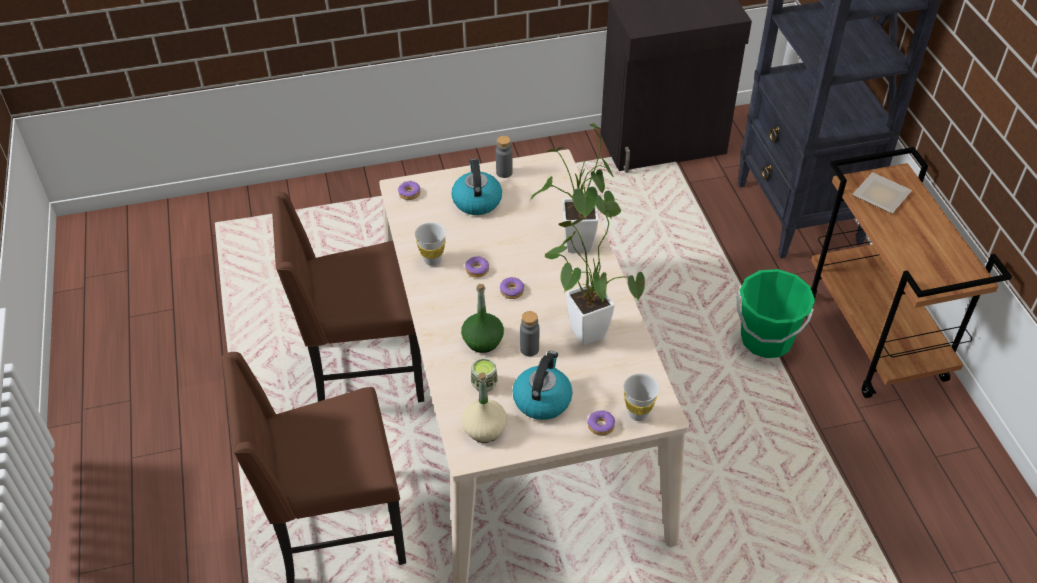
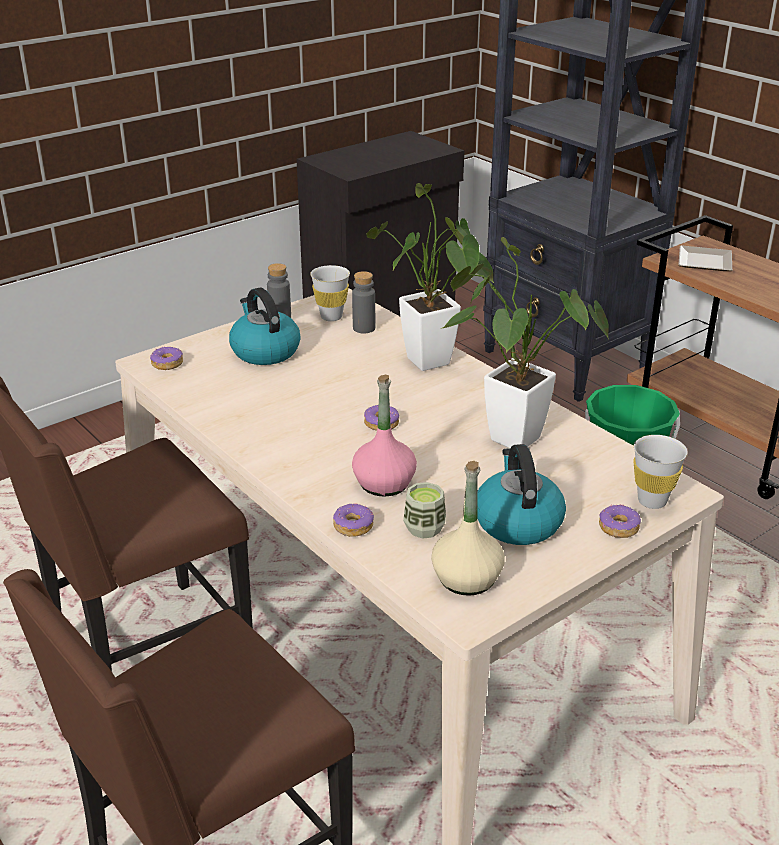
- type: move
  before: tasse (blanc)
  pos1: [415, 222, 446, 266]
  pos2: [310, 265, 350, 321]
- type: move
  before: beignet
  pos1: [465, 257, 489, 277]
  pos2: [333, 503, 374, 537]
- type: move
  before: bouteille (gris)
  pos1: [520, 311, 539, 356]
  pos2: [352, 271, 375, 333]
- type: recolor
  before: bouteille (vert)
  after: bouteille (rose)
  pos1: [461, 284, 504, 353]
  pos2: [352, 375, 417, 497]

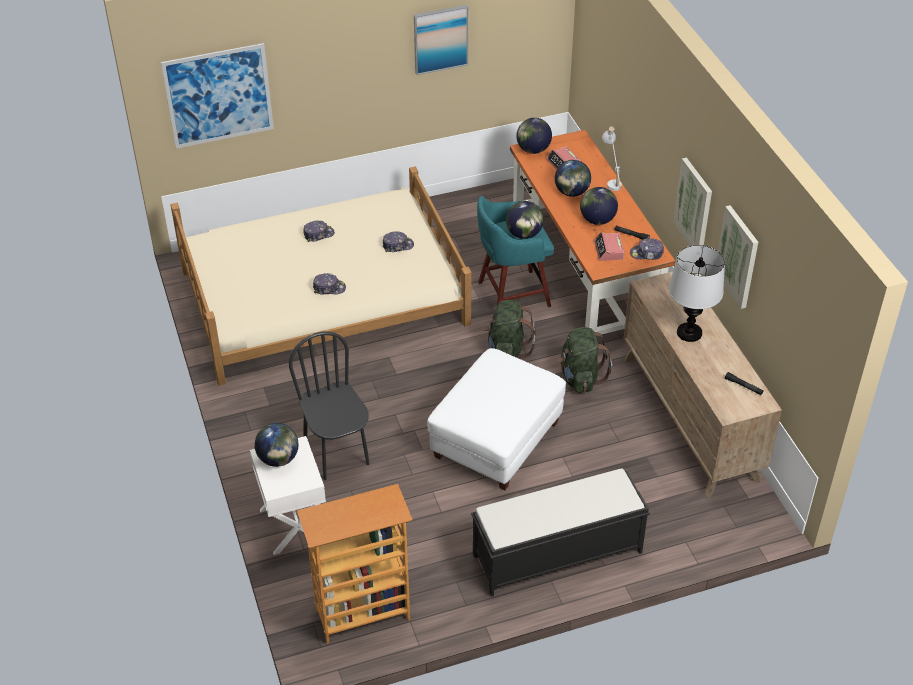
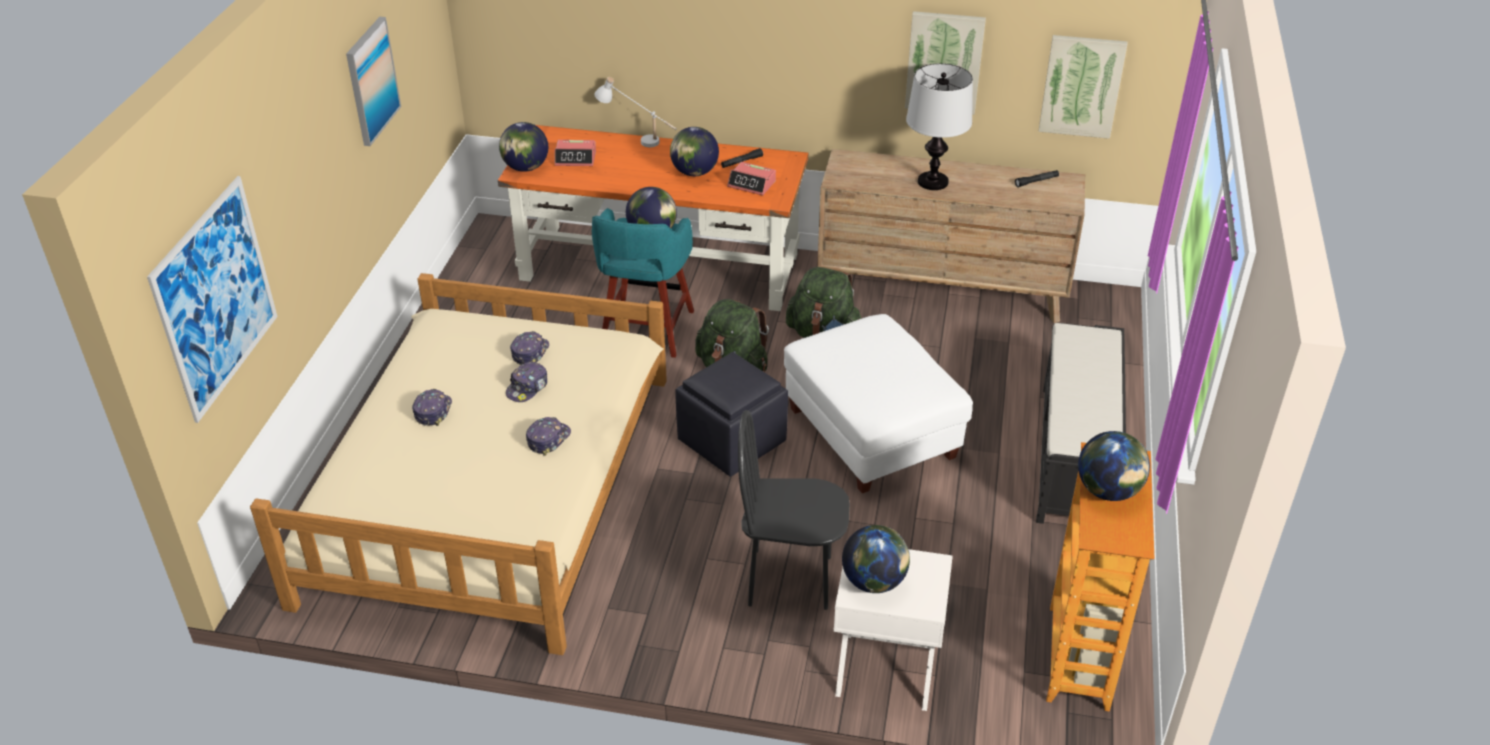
- type: move
  before: casquette
  pos1: [630, 238, 664, 260]
  pos2: [506, 362, 547, 402]
- type: insert
  after: pouf (noir)
  pos2: [675, 352, 788, 476]
- type: move
  before: tableau
  pos1: [673, 157, 712, 246]
  pos2: [1039, 35, 1127, 139]
- type: move
  before: globe
  pos1: [555, 160, 591, 197]
  pos2: [1078, 431, 1150, 501]

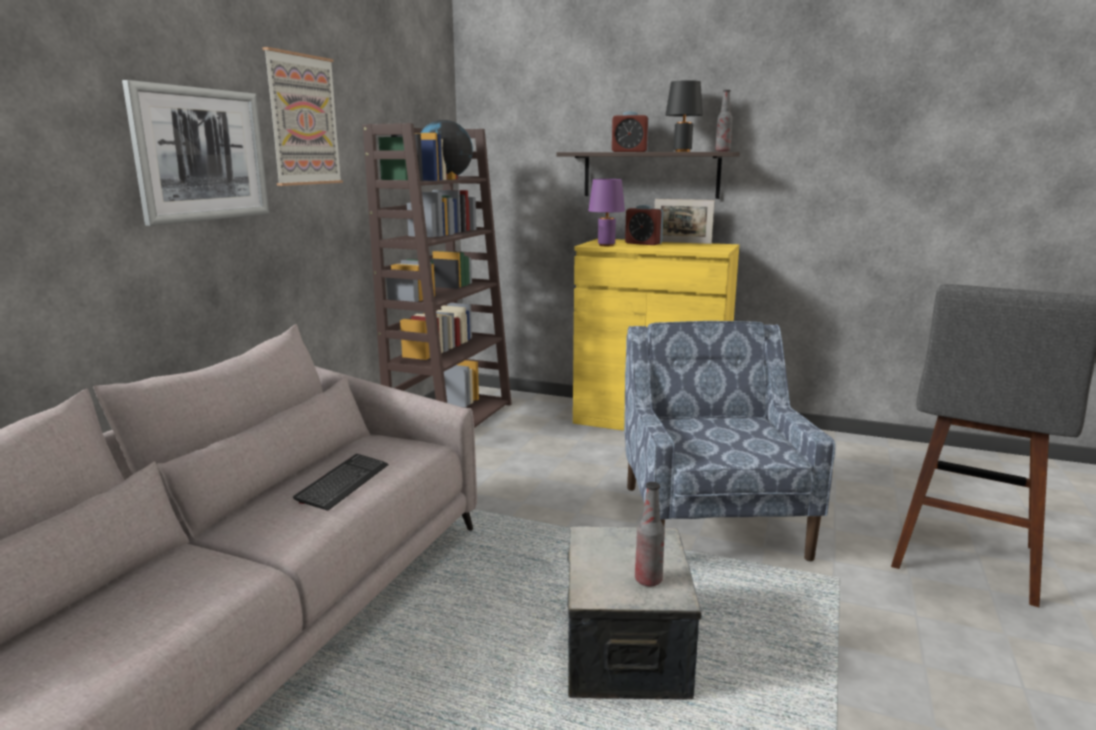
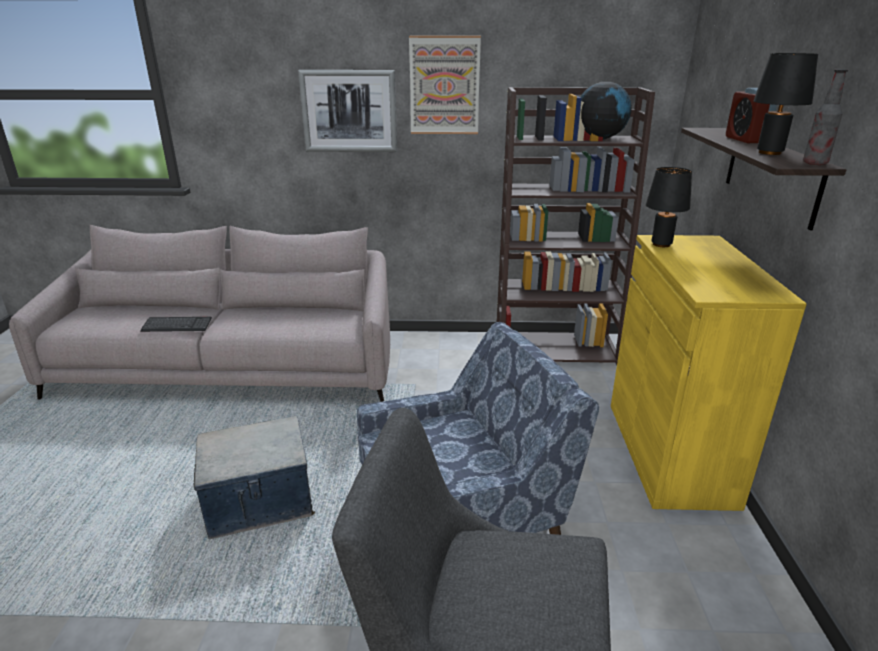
- type: move
  before: clavier
  pos1: [293, 454, 389, 511]
  pos2: [140, 317, 212, 332]
- type: recolor
  before: lampe de table (violet)
  after: lampe de table (noir)
  pos1: [588, 179, 625, 246]
  pos2: [646, 167, 692, 247]
- type: delete
  before: réveil
  pos1: [625, 205, 664, 245]
- type: delete
  before: bouteille
  pos1: [635, 482, 665, 586]
- type: delete
  before: cadre photo
  pos1: [655, 199, 715, 244]

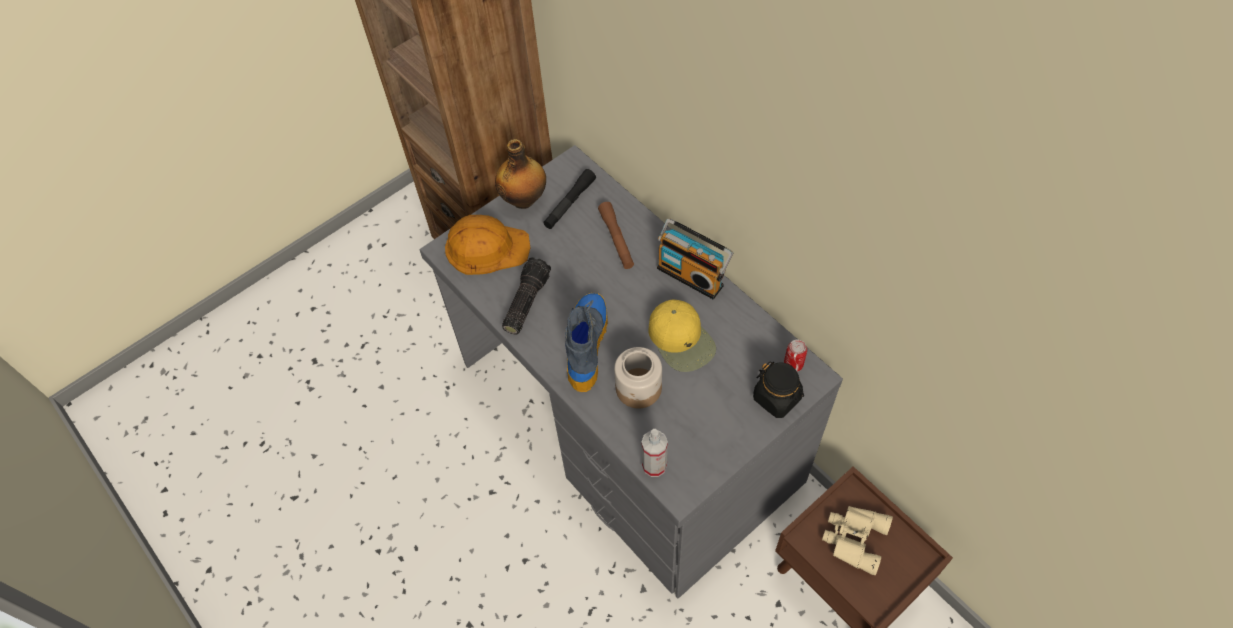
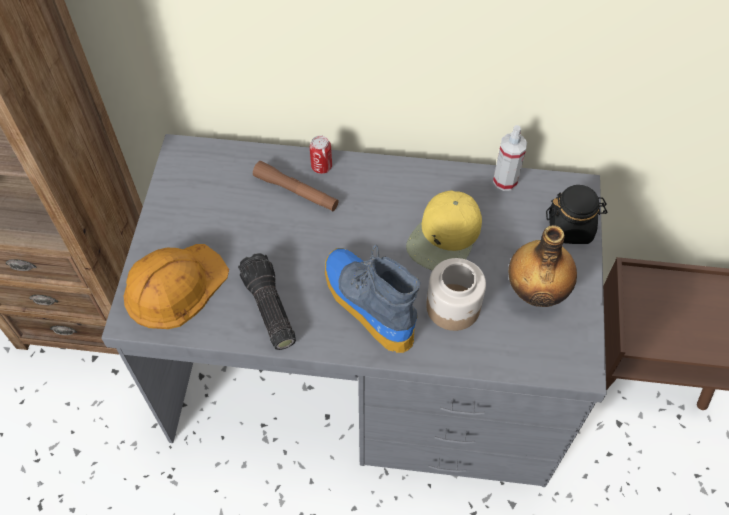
- type: move
  before: boîte métallique
  pos1: [784, 339, 807, 372]
  pos2: [310, 135, 332, 174]
- type: rotate
  before: casquette (jaune)
  pos1: [648, 300, 716, 372]
  pos2: [406, 190, 482, 271]
  turn: 105
- type: move
  before: vaporisateur
  pos1: [642, 429, 668, 477]
  pos2: [493, 125, 527, 191]
- type: move
  before: bouteille
  pos1: [495, 139, 546, 209]
  pos2: [508, 225, 577, 307]
- type: delete
  before: lampe de poche (noir)
  pos1: [543, 169, 596, 229]
- type: delete
  before: radio
  pos1: [657, 219, 733, 299]
- type: delete
  before: jumelles (beige)
  pos1: [822, 506, 893, 575]

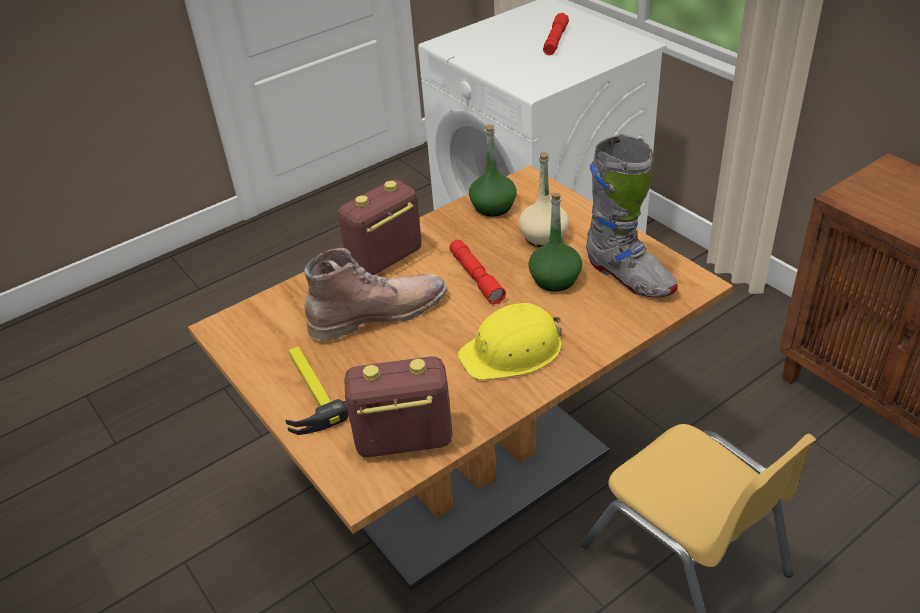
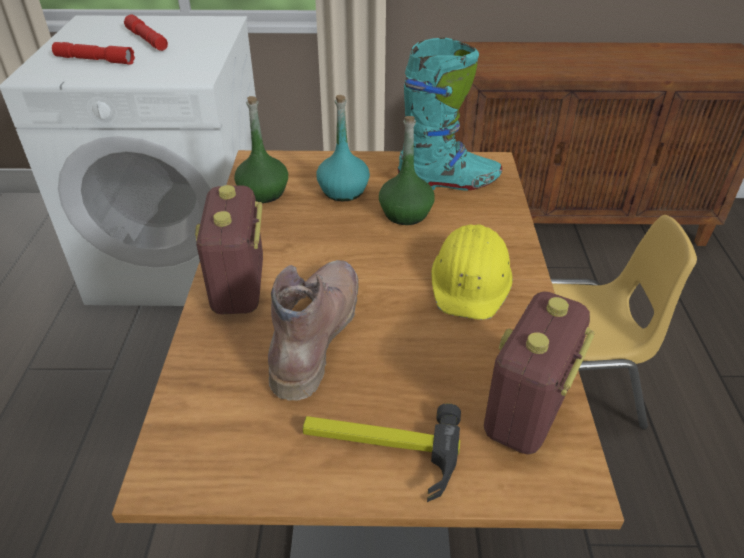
- type: move
  before: lampe de poche (rouge)
  pos1: [449, 239, 506, 305]
  pos2: [52, 42, 135, 65]
- type: recolor
  before: bouteille (beige)
  after: bouteille (turquoise)
  pos1: [519, 152, 569, 247]
  pos2: [316, 95, 370, 201]
- type: recolor
  before: botte (gris)
  after: botte (turquoise)
  pos1: [586, 134, 678, 297]
  pos2: [398, 38, 502, 191]

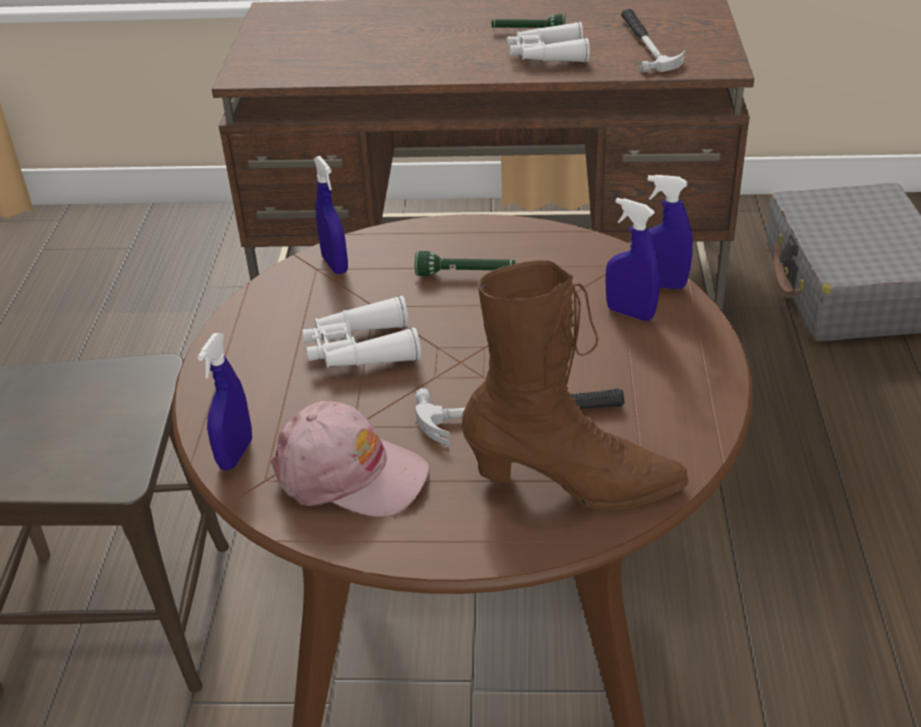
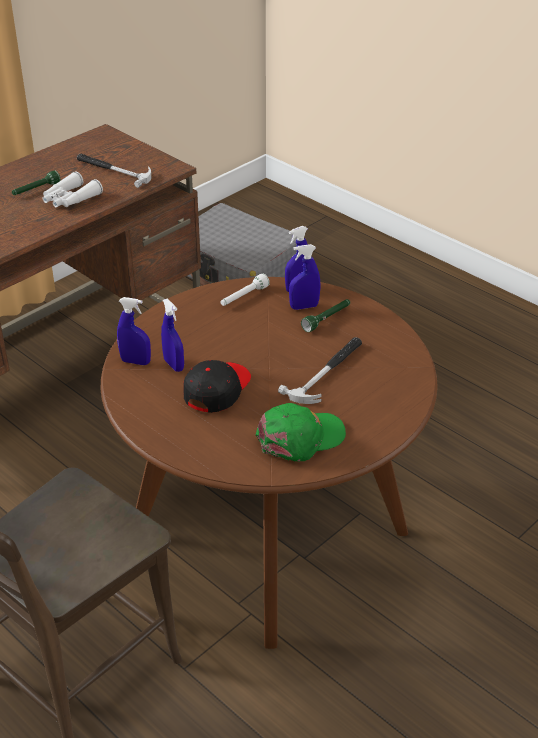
- type: move
  before: vaporisateur (bleu)
  pos1: [197, 333, 252, 470]
  pos2: [161, 298, 184, 372]
- type: replace
  before: jumelles (blanc)
  after: casquette (noir)
  pos1: [302, 296, 421, 368]
  pos2: [183, 360, 251, 413]
- type: insert
  after: lampe de poche (blanc)
  pos2: [221, 274, 270, 306]
- type: recolor
  before: casquette (rose)
  after: casquette (vert)
  pos1: [270, 401, 429, 517]
  pos2: [256, 403, 346, 462]
- type: move
  before: lampe de poche (vert)
  pos1: [415, 251, 516, 276]
  pos2: [301, 299, 350, 332]
- type: delete
  before: botte (marron)
  pos1: [462, 260, 689, 510]

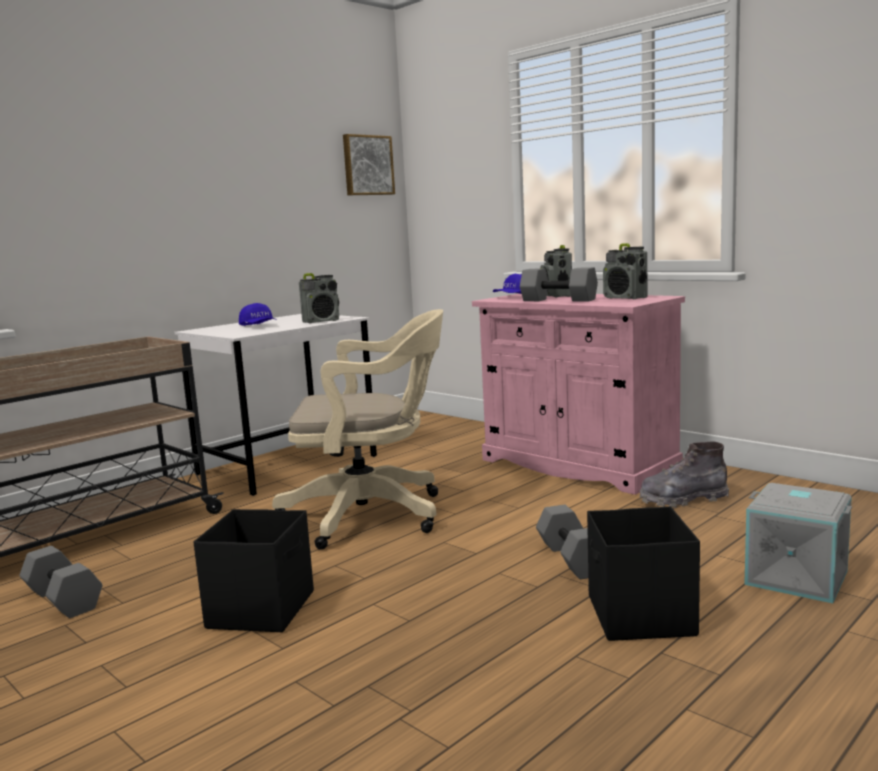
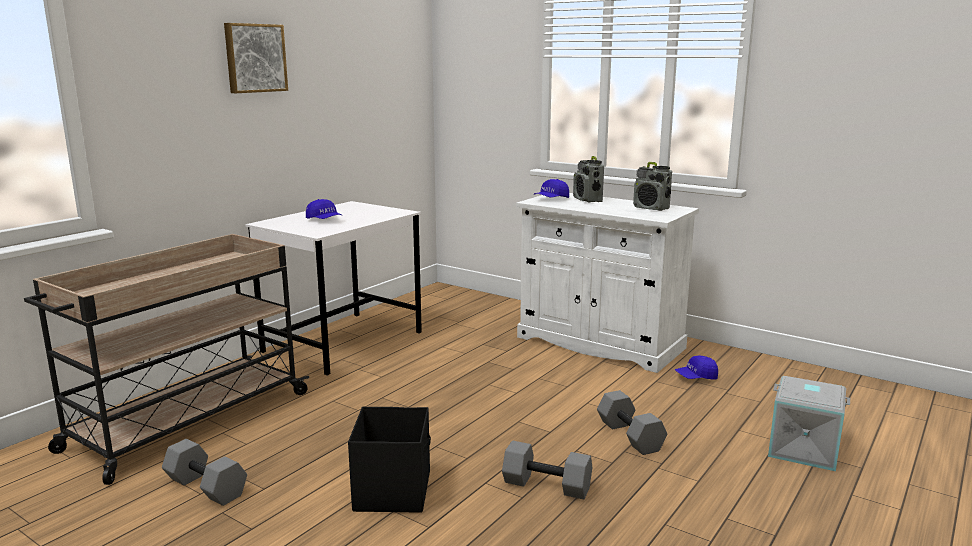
- type: move
  before: tableau
  pos1: [343, 134, 395, 195]
  pos2: [224, 23, 288, 93]
- type: move
  before: haltère (gris)
  pos1: [520, 267, 598, 301]
  pos2: [502, 441, 592, 499]
- type: recolor
  before: meuble de rangement (rose)
  after: meuble de rangement (blanc)
  pos1: [472, 294, 685, 495]
  pos2: [516, 193, 699, 373]
- type: replace
  before: botte (gris)
  after: casquette (bleu)
  pos1: [640, 441, 729, 508]
  pos2: [675, 355, 718, 380]
- type: delete
  before: chaise de bureau (beige)
  pos1: [272, 309, 443, 550]
- type: delete
  before: radio
  pos1: [299, 273, 339, 323]
- type: delete
  before: boîte de rangement (noir)
  pos1: [587, 506, 700, 641]

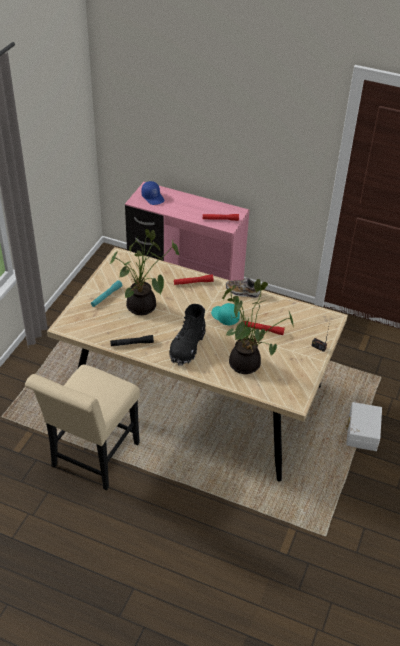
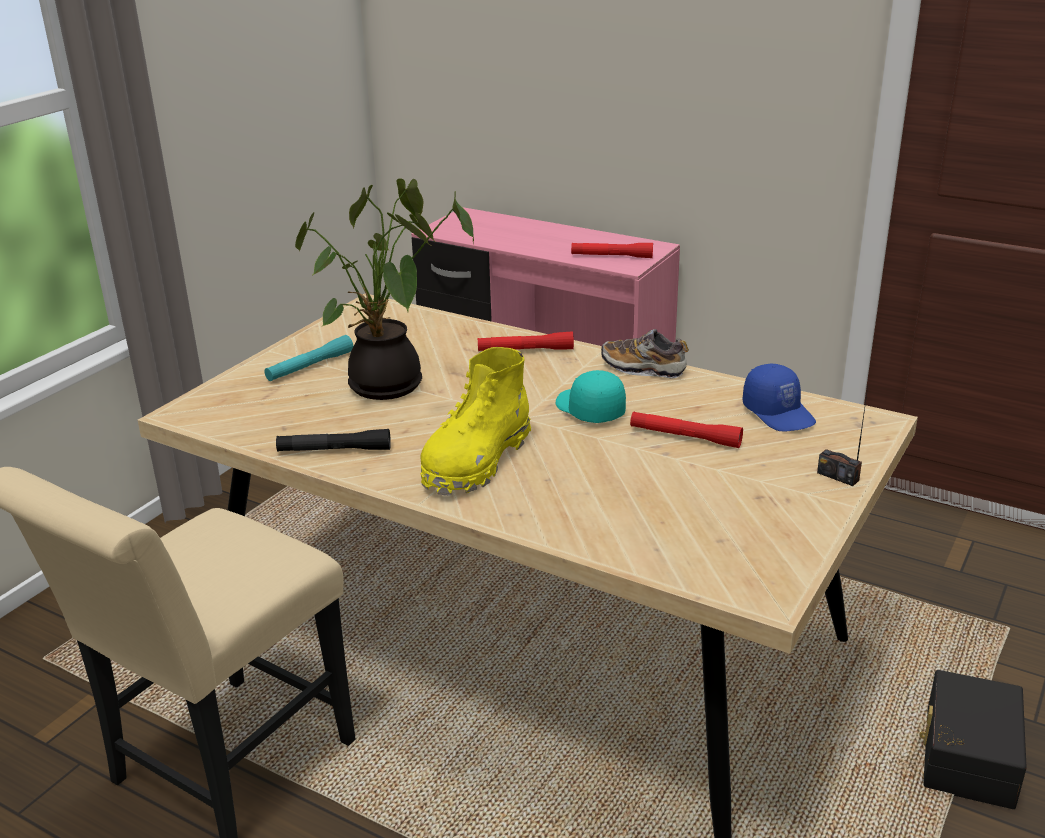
- type: recolor
  before: botte (noir)
  after: botte (jaune)
  pos1: [169, 304, 206, 366]
  pos2: [420, 347, 531, 496]
- type: move
  before: casquette (bleu)
  pos1: [141, 181, 164, 205]
  pos2: [743, 364, 816, 431]
- type: recolor
  before: boîte de rangement (blanc)
  after: boîte de rangement (noir)
  pos1: [346, 402, 382, 451]
  pos2: [919, 670, 1027, 809]
- type: delete
  before: plante en pot
  pos1: [222, 279, 294, 374]

